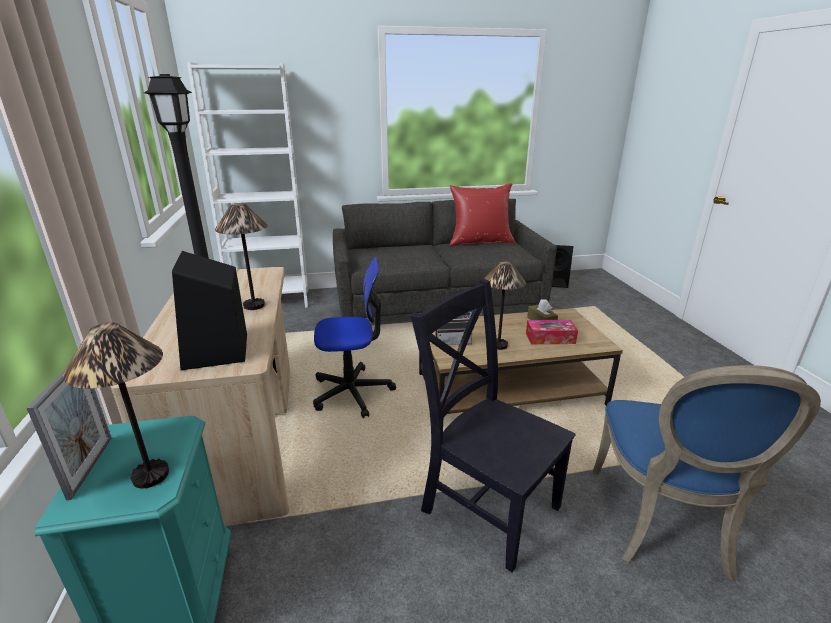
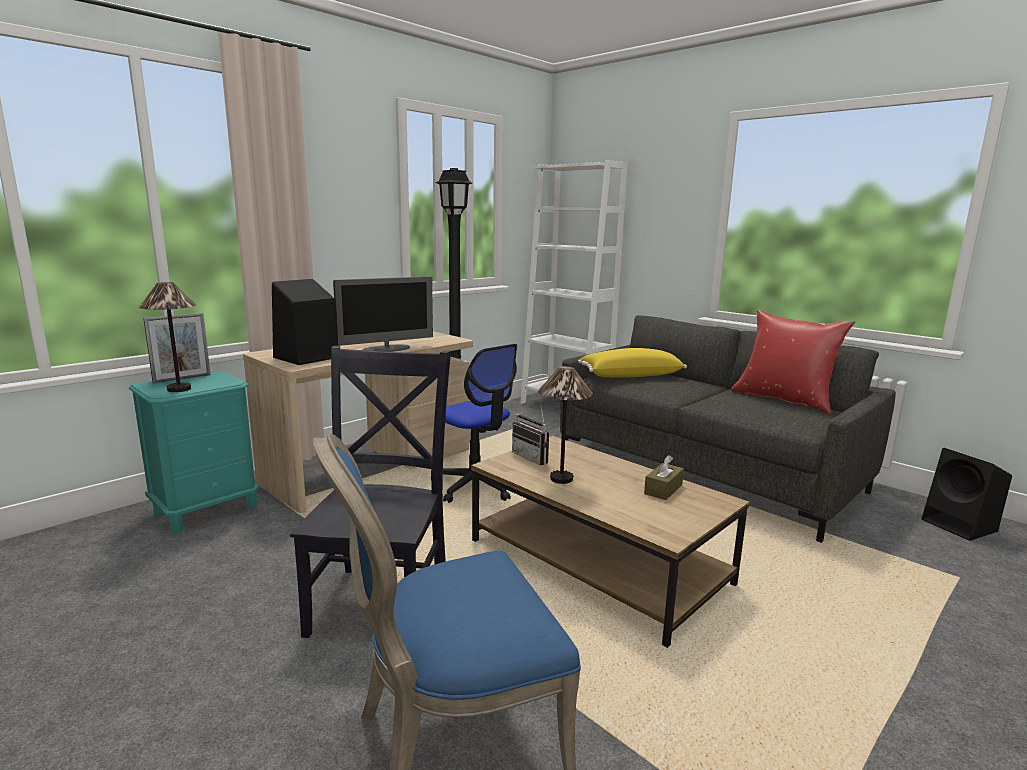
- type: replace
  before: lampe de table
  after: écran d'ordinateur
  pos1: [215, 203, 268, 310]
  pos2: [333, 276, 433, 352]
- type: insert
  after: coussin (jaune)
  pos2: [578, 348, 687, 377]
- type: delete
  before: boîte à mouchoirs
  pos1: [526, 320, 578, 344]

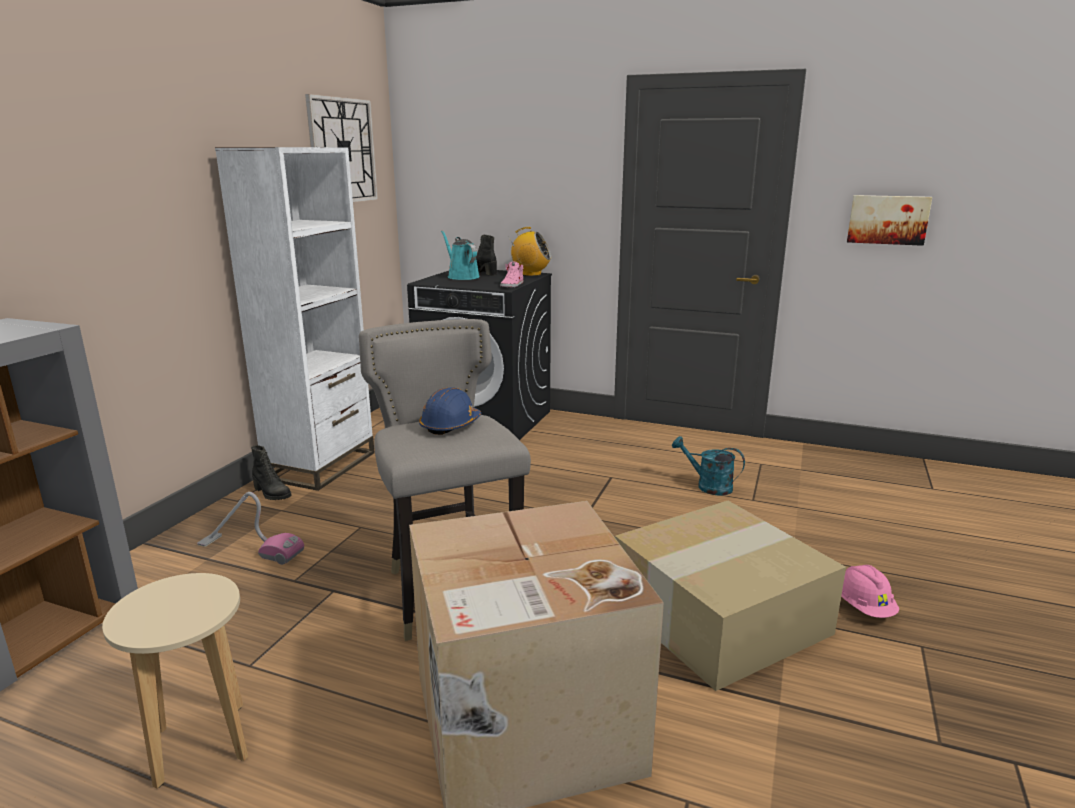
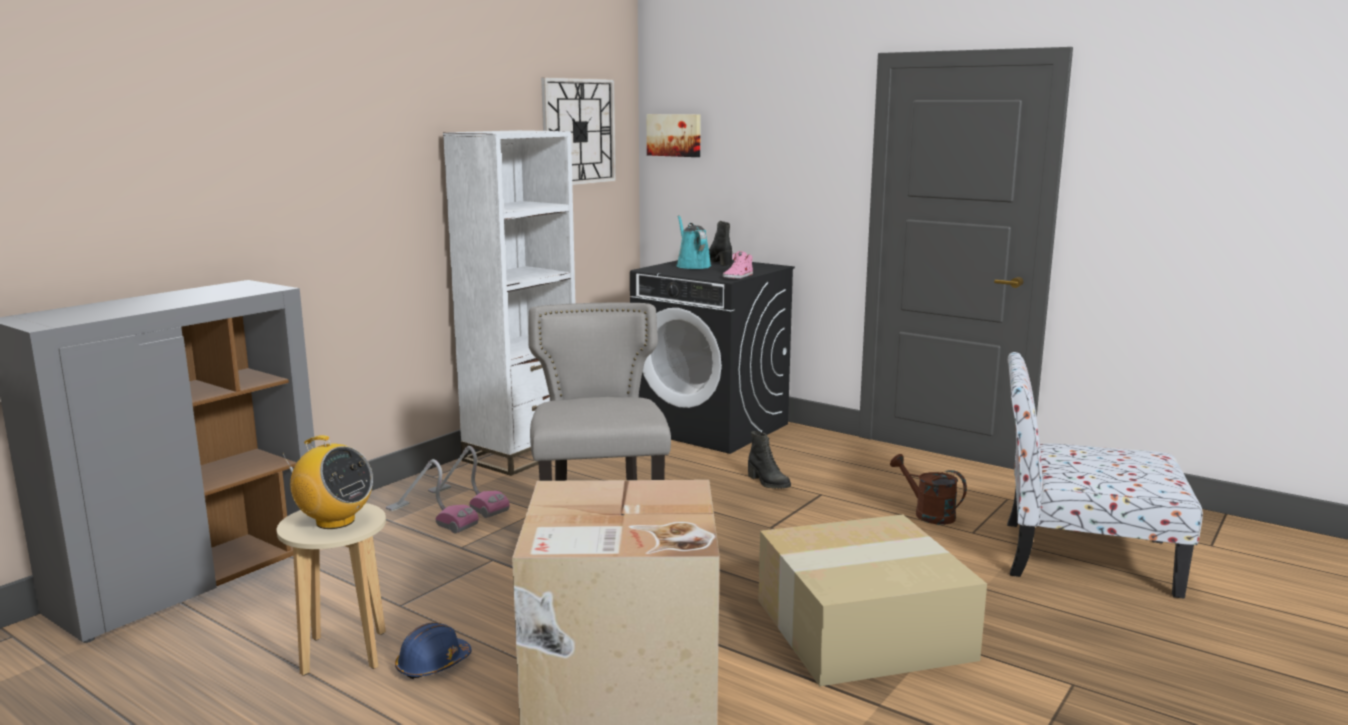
- type: move
  before: radio
  pos1: [508, 227, 551, 276]
  pos2: [282, 435, 373, 529]
- type: move
  before: casque de chantier (bleu)
  pos1: [419, 387, 481, 435]
  pos2: [395, 622, 472, 679]
- type: insert
  after: aspirateur
  pos2: [428, 446, 510, 518]
- type: move
  before: tableau
  pos1: [847, 195, 932, 246]
  pos2: [647, 114, 701, 157]
- type: move
  before: botte (noir)
  pos1: [251, 445, 292, 500]
  pos2: [748, 431, 791, 489]
- type: recolor
  before: arrosoir (turquoise)
  after: arrosoir (marron)
  pos1: [672, 436, 745, 496]
  pos2: [890, 454, 967, 525]
- type: insert
  after: chaise
  pos2: [1007, 352, 1203, 599]
- type: delete
  before: casque de chantier (rose)
  pos1: [841, 565, 899, 618]

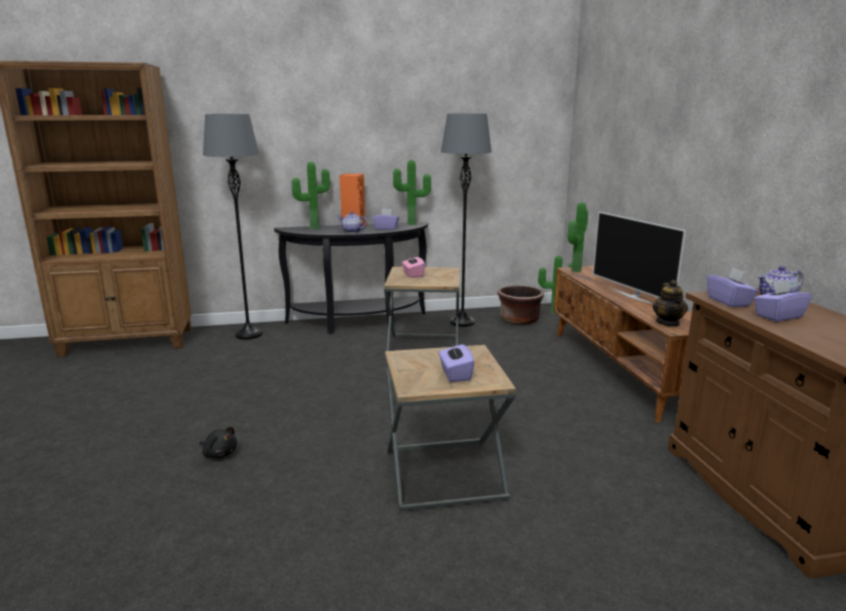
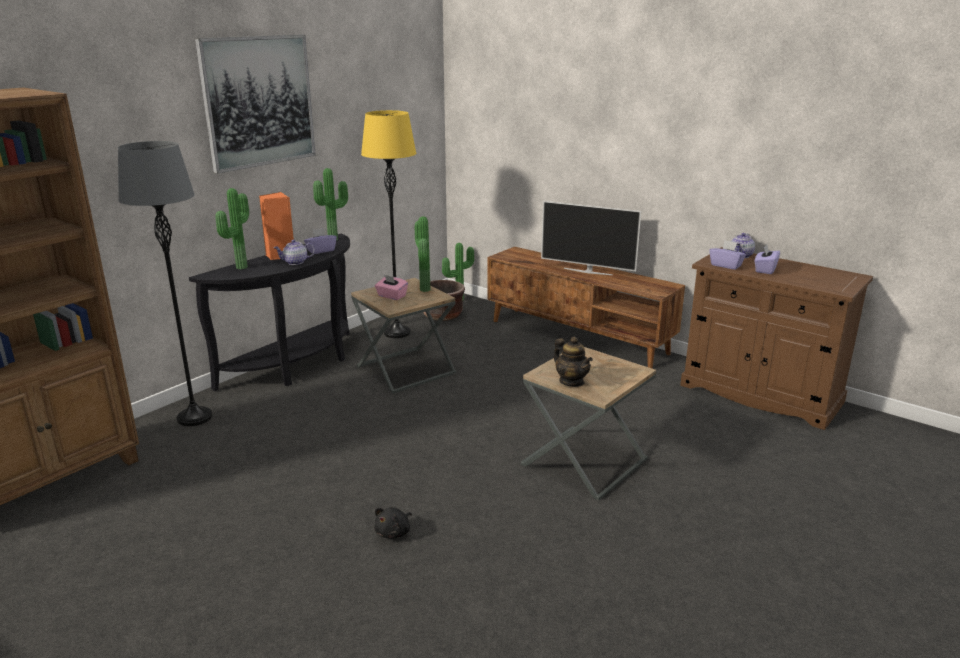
- type: insert
  after: tableau
  pos2: [195, 35, 316, 174]
- type: recolor
  before: lampadaire (gris)
  after: lampadaire (jaune)
  pos1: [441, 113, 491, 327]
  pos2: [361, 110, 416, 338]
- type: rotate
  before: peluche (noir)
  pos1: [199, 427, 237, 458]
  pos2: [374, 507, 412, 539]
  turn: 135
- type: move
  before: plante en pot
  pos1: [568, 202, 588, 272]
  pos2: [415, 216, 430, 292]
- type: move
  before: théière
  pos1: [652, 280, 688, 327]
  pos2: [554, 337, 593, 387]
- type: delete
  before: boîte à mouchoirs (violet)
  pos1: [439, 340, 475, 382]

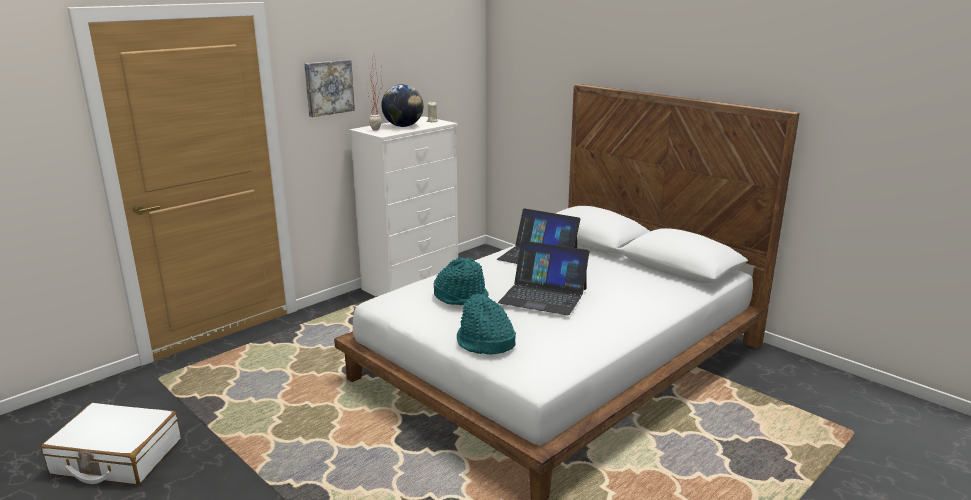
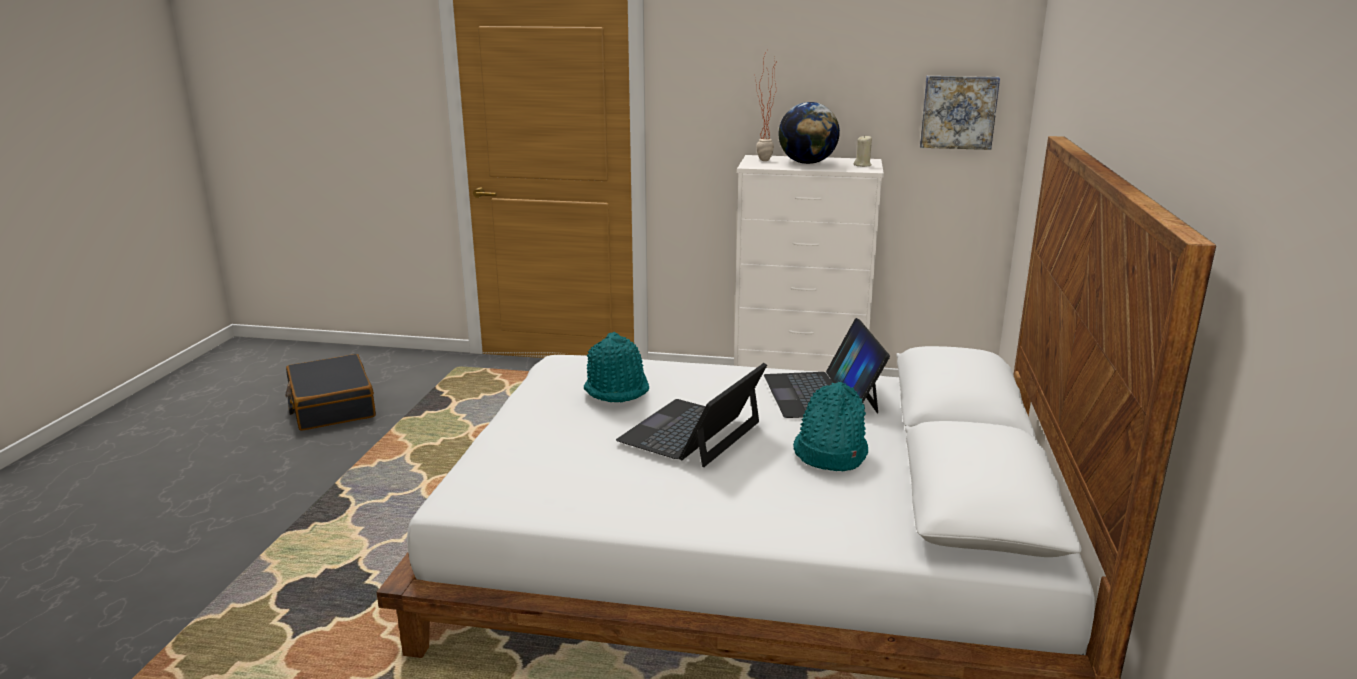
- type: recolor
  before: valise (blanc)
  after: valise (noir)
  pos1: [41, 403, 181, 485]
  pos2: [286, 354, 376, 431]
- type: rotate
  before: ordinateur portable
  pos1: [498, 241, 589, 315]
  pos2: [616, 363, 767, 467]
  turn: 45
- type: move
  before: chapeau (turquoise)
  pos1: [457, 294, 516, 354]
  pos2: [793, 382, 868, 471]
- type: move
  before: tableau
  pos1: [304, 60, 355, 117]
  pos2: [920, 76, 1000, 150]

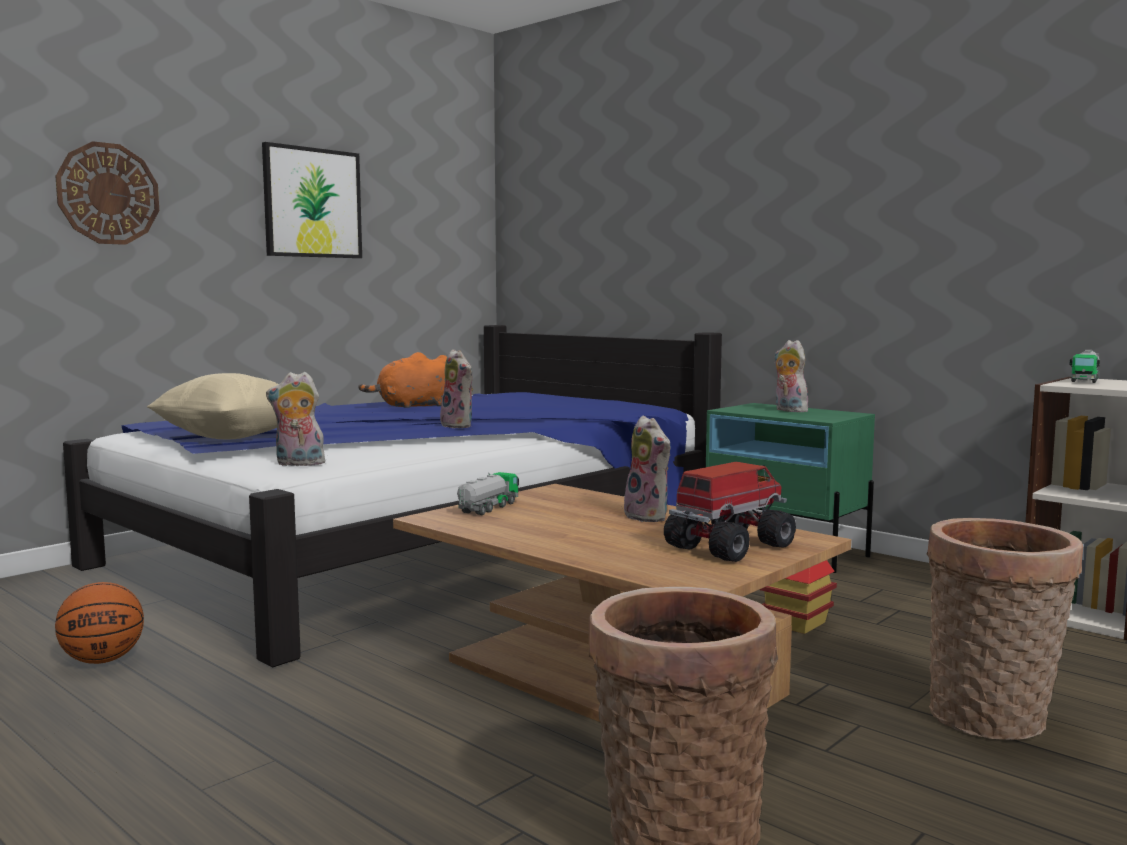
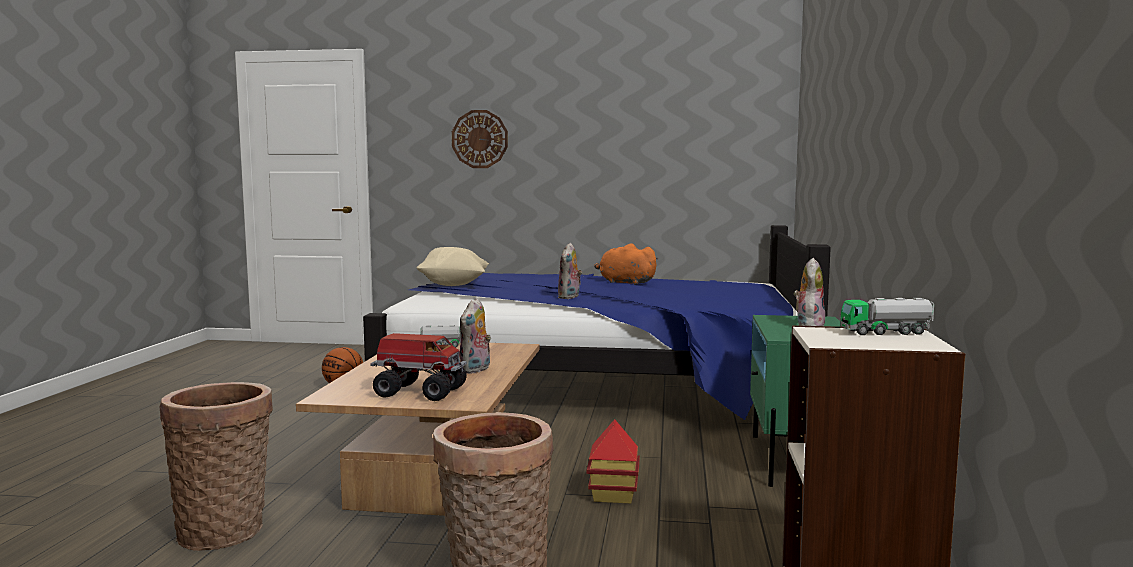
- type: delete
  before: tableau
  pos1: [262, 142, 362, 258]
- type: delete
  before: peluche
  pos1: [266, 372, 325, 466]

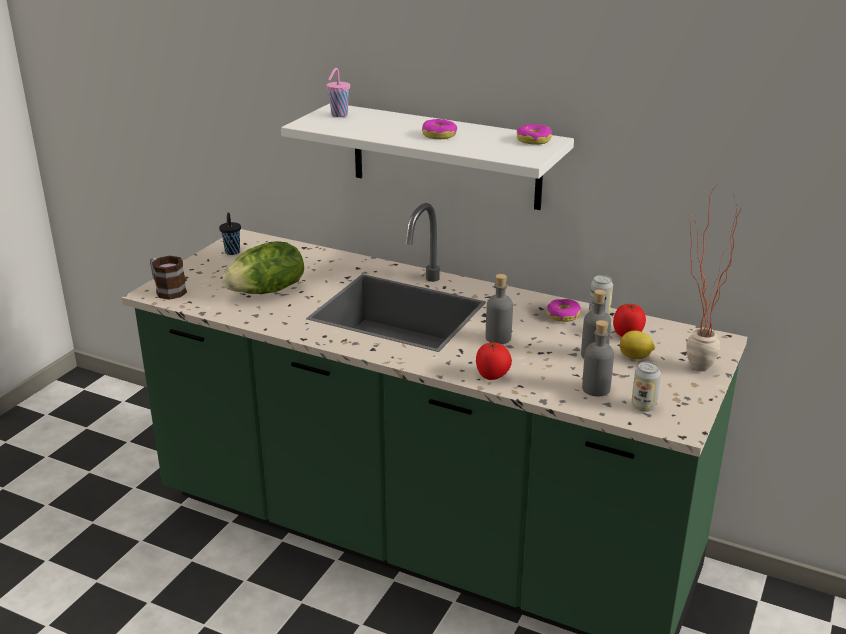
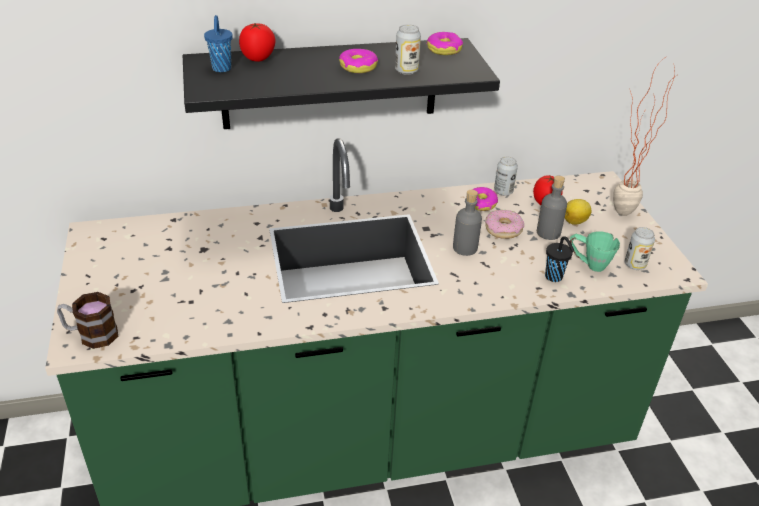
- type: recolor
  before: étagère (blanc)
  after: étagère (noir)
  pos1: [281, 103, 574, 210]
  pos2: [183, 38, 500, 129]
- type: recolor
  before: tasse (rose)
  after: tasse (bleu)
  pos1: [326, 68, 350, 117]
  pos2: [204, 15, 233, 72]
- type: move
  before: tomate
  pos1: [476, 343, 512, 380]
  pos2: [239, 23, 276, 62]
- type: insert
  after: boîte métallique
  pos2: [395, 24, 421, 75]
- type: insert
  after: beignet
  pos2: [485, 210, 524, 239]
- type: move
  before: tasse (noir)
  pos1: [219, 212, 241, 255]
  pos2: [545, 236, 574, 282]
- type: replace
  before: bouteille (gris)
  after: mug (vert)
  pos1: [582, 320, 614, 397]
  pos2: [570, 231, 620, 272]
- type: delete
  before: laitue
  pos1: [222, 241, 304, 294]

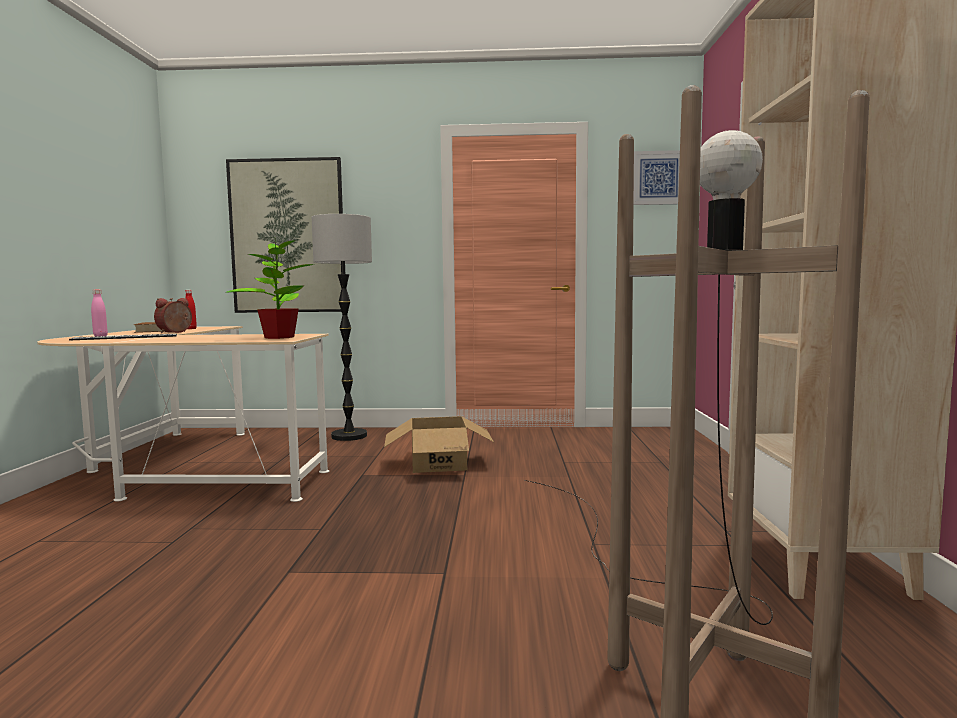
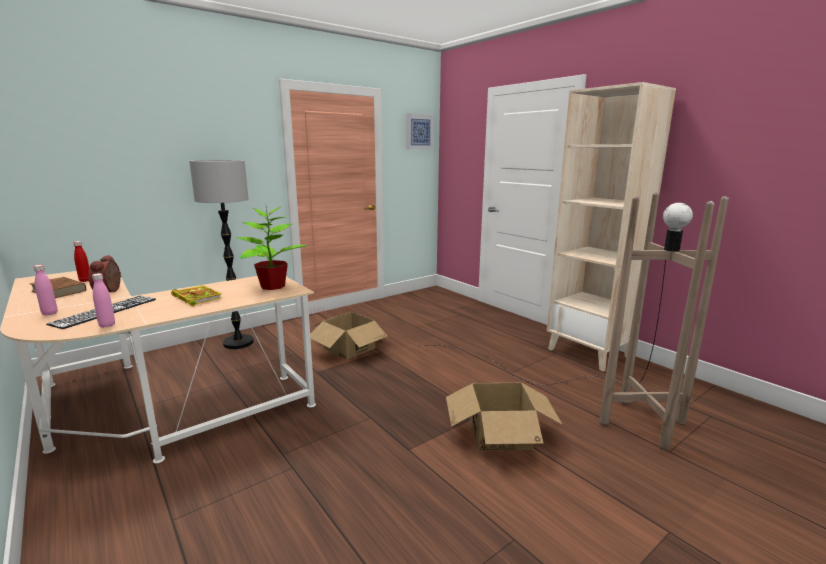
- type: insert
  after: bouteille (rose)
  pos2: [92, 273, 115, 328]
- type: insert
  after: livre
  pos2: [171, 285, 222, 306]
- type: insert
  after: carton
  pos2: [446, 383, 563, 451]
- type: delete
  before: tableau
  pos1: [226, 157, 343, 313]

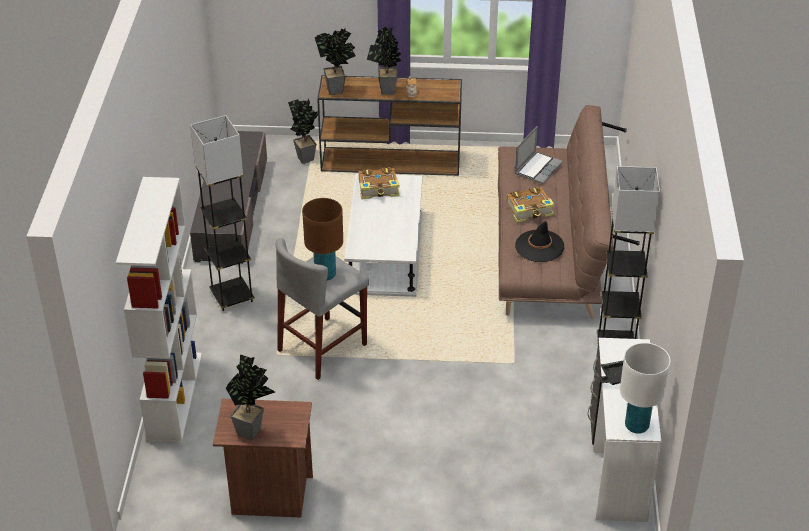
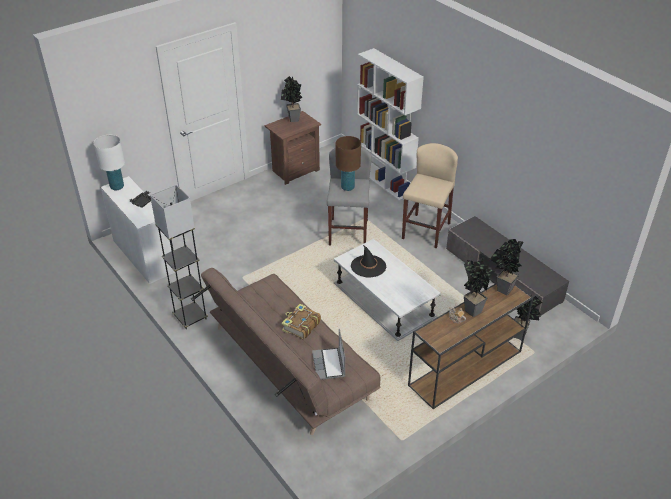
- type: move
  before: chapeau (noir)
  pos1: [515, 221, 564, 262]
  pos2: [351, 245, 386, 278]
- type: replace
  before: lampadaire (gris)
  after: tabouret (beige)
  pos1: [190, 115, 255, 311]
  pos2: [402, 143, 458, 248]
- type: delete
  before: livre
  pos1: [359, 167, 400, 199]

